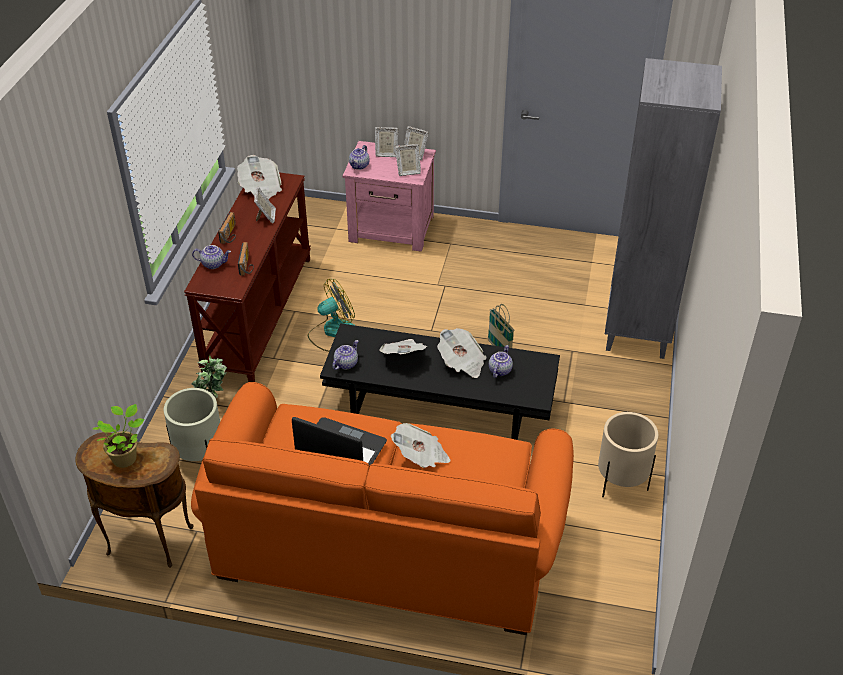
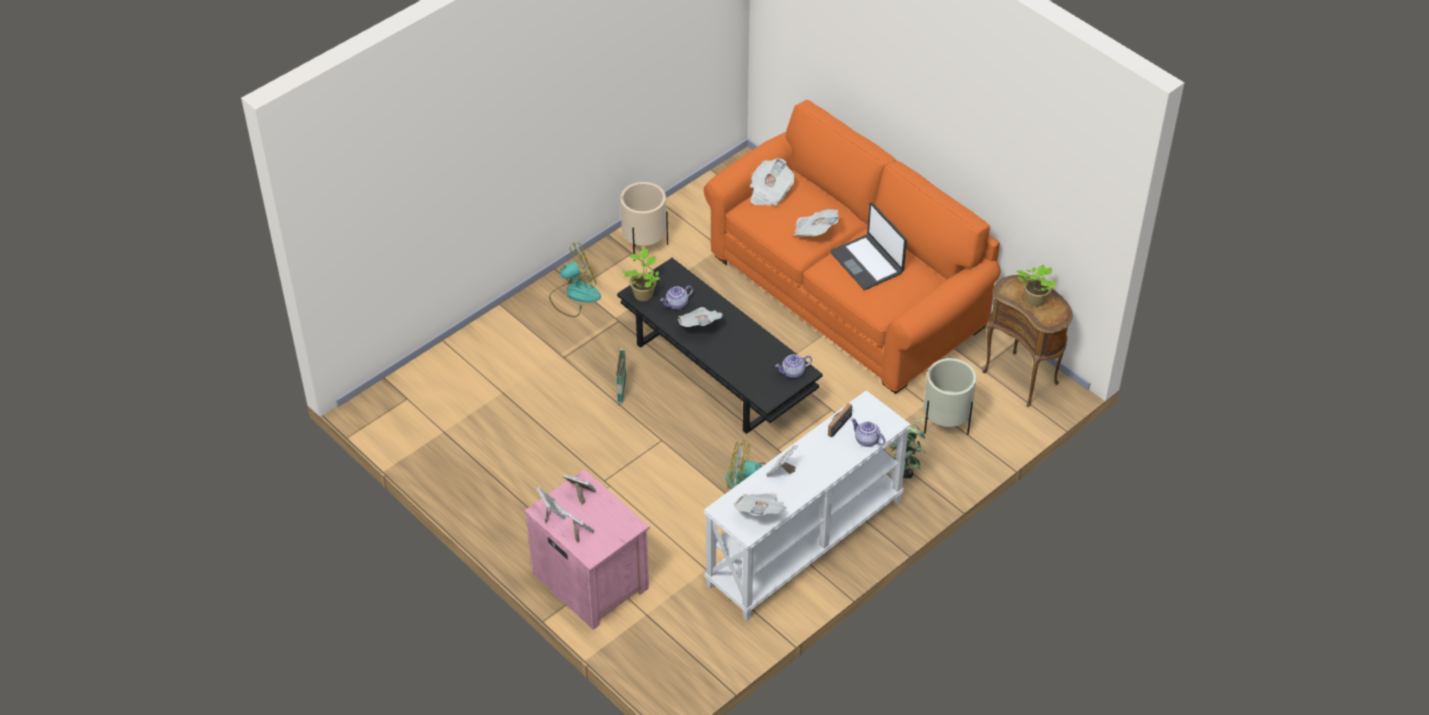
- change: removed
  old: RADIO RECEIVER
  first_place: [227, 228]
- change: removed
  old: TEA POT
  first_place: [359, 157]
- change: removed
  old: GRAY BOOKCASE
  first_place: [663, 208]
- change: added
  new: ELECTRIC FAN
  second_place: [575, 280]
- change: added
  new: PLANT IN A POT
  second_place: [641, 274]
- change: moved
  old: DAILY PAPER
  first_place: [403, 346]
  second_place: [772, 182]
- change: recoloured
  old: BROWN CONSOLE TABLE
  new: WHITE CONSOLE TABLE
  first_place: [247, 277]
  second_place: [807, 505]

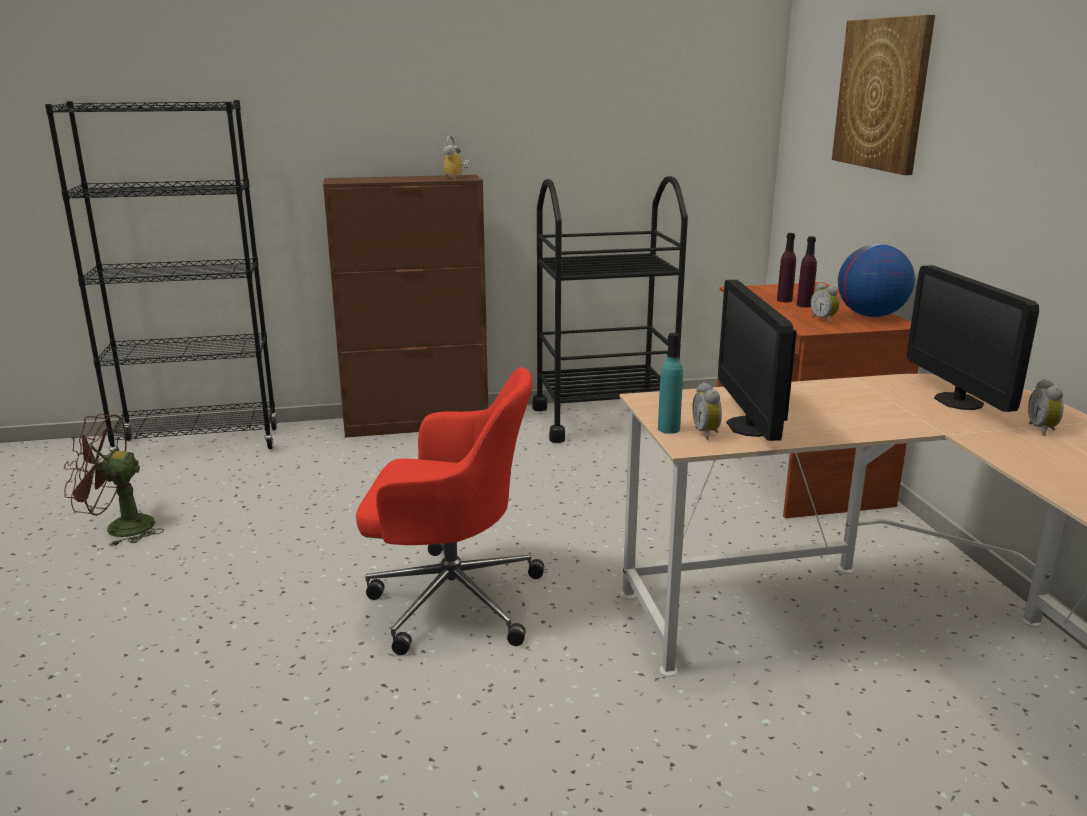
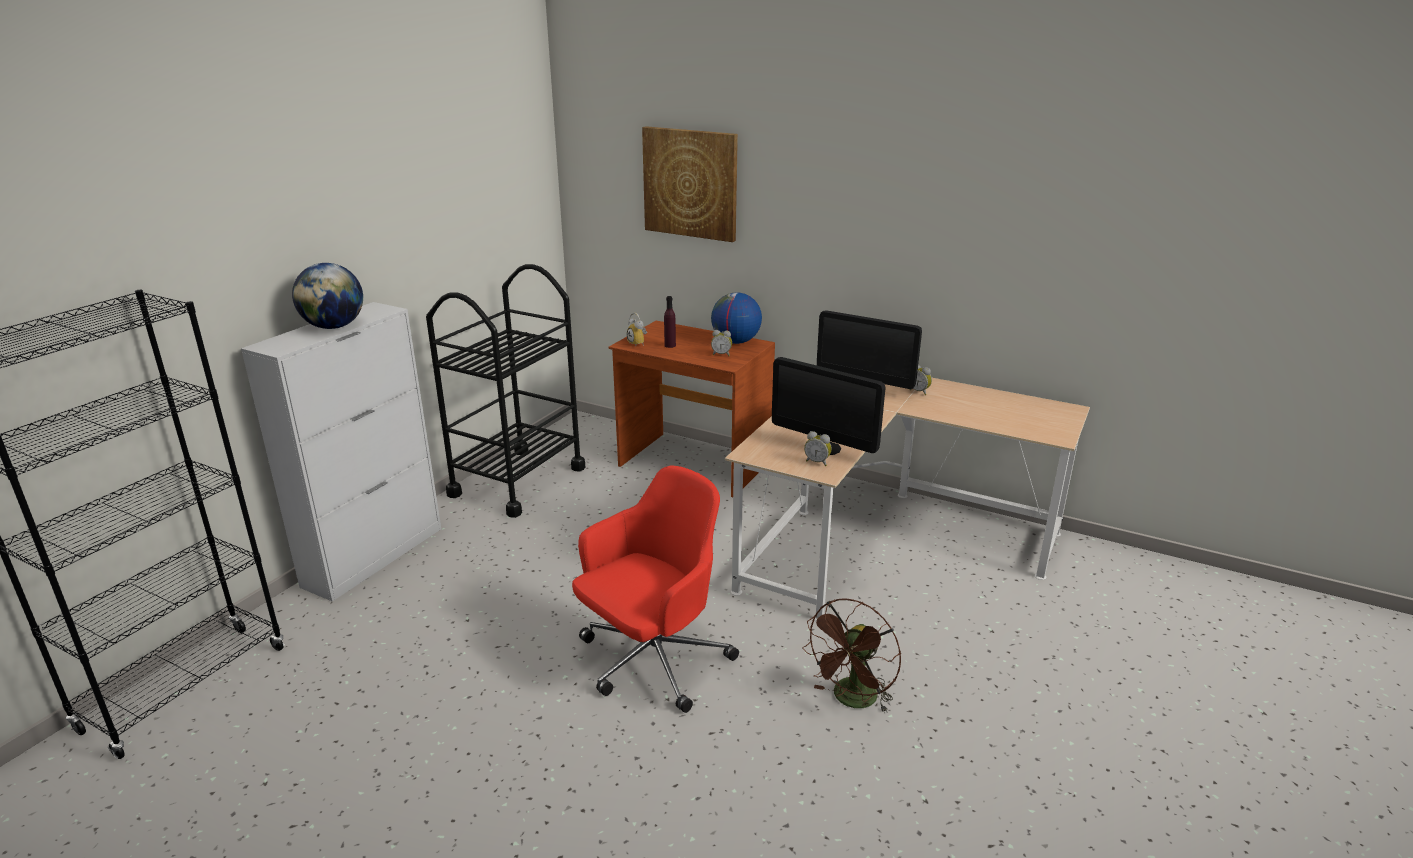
- change: removed
  old: TURQUOISE-COLOURED DRINK BOTTLE
  first_place: [670, 383]
- change: removed
  old: PURPLE DRINK BOTTLE
  first_place: [807, 272]
- change: added
  new: WORLD GLOBE
  second_place: [327, 296]
- change: moved
  old: BROWN ELECTRIC FAN
  first_place: [114, 480]
  second_place: [851, 656]
- change: moved
  old: BEDSIDE CLOCK
  first_place: [456, 158]
  second_place: [637, 329]
- change: recoloured
  old: BROWN CUPBOARD
  new: WHITE CUPBOARD
  first_place: [405, 306]
  second_place: [341, 452]

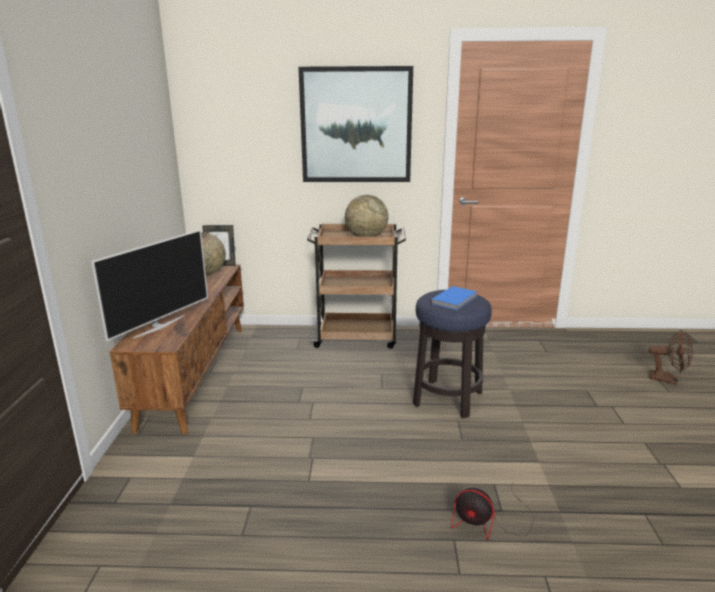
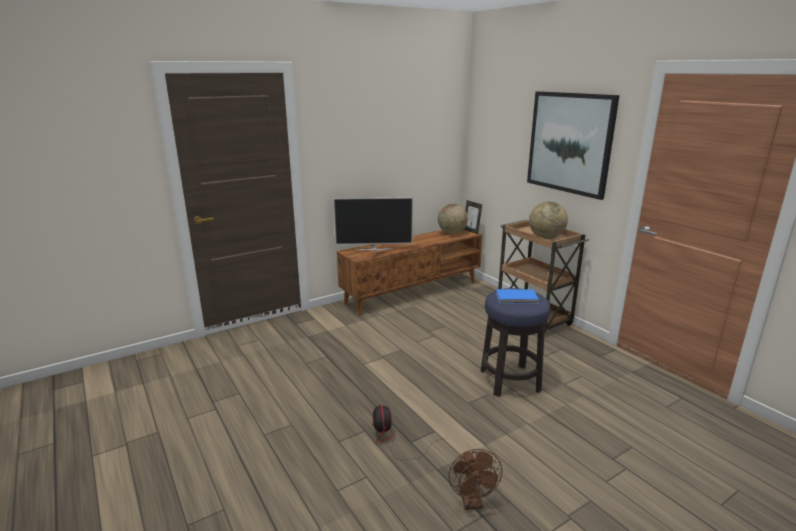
- change: moved
  old: BROWN ELECTRIC FAN
  first_place: [670, 357]
  second_place: [475, 479]

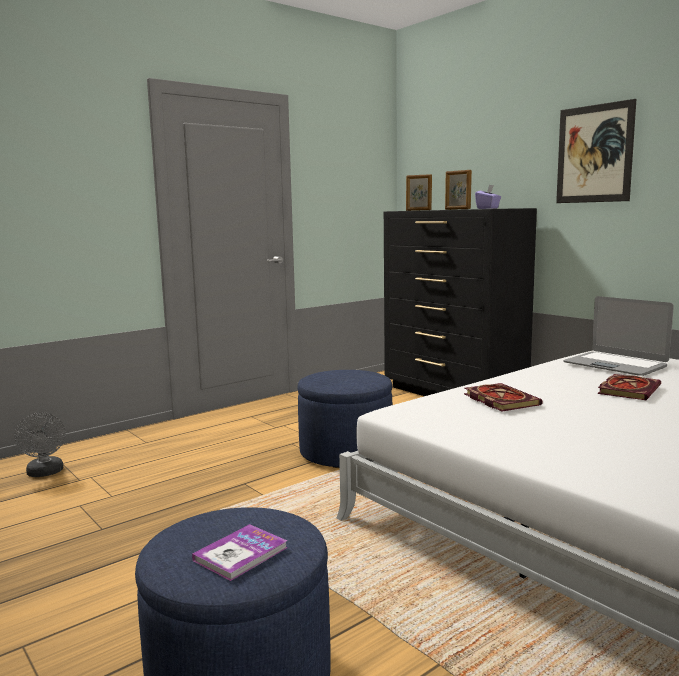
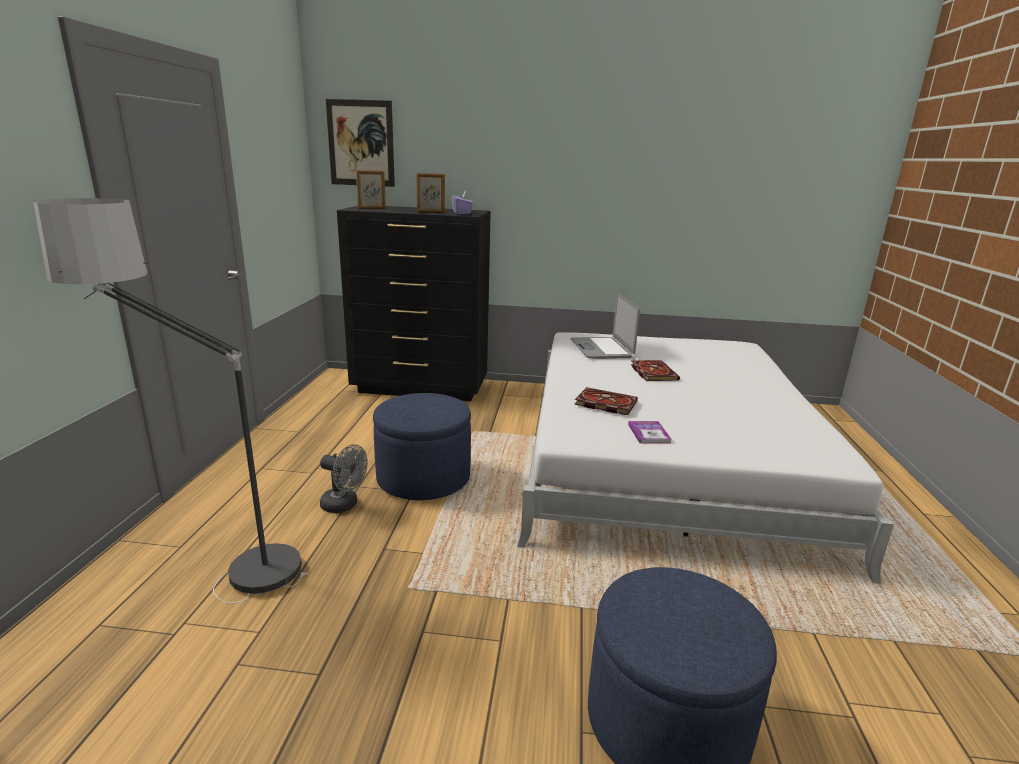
- change: added
  new: STANDARD LAMP
  second_place: [170, 401]
- change: moved
  old: GRAY ELECTRIC FAN
  first_place: [40, 444]
  second_place: [343, 478]
- change: moved
  old: BOUND BOOK
  first_place: [239, 552]
  second_place: [649, 432]
- change: moved
  old: PICTURE
  first_place: [596, 151]
  second_place: [360, 143]
- change: turned
  old: LAPTOP
  first_place: [618, 336]
  second_place: [605, 326]
  degrees: 75

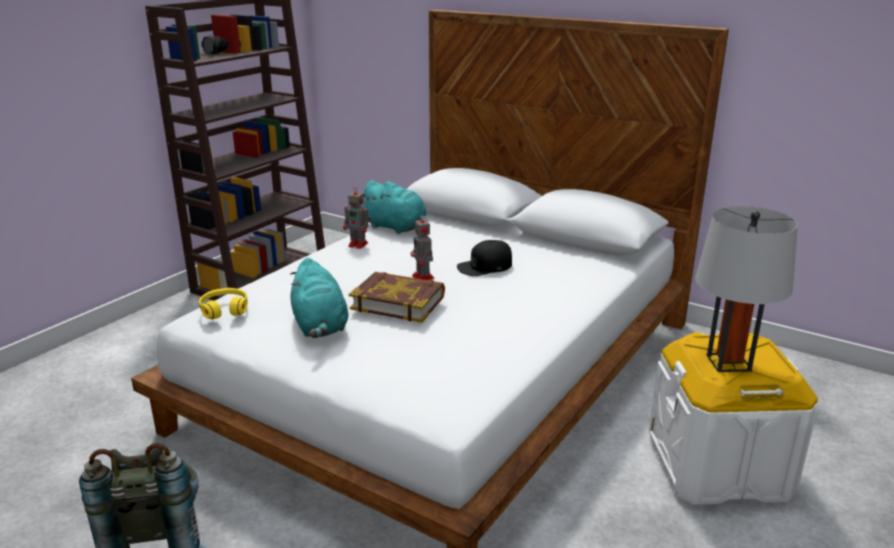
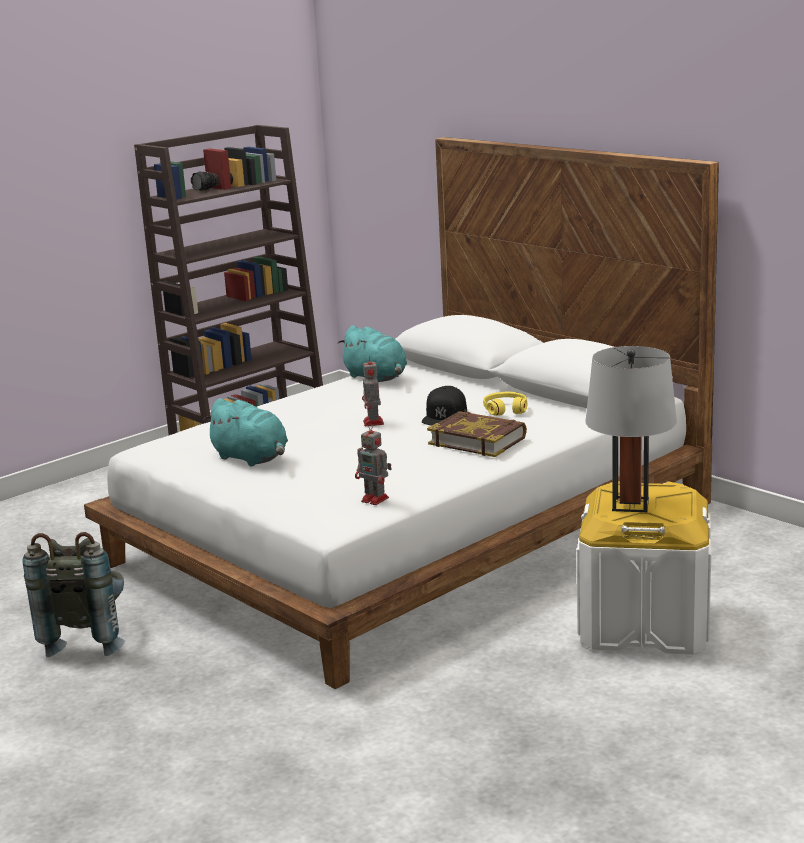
- change: moved
  old: YELLOW HEADPHONES
  first_place: [223, 303]
  second_place: [505, 404]
- change: moved
  old: MODEL ROBOT
  first_place: [357, 218]
  second_place: [373, 464]
- change: moved
  old: BOUND BOOK
  first_place: [397, 297]
  second_place: [477, 434]
- change: turned
  old: TURQUOISE-COLOURED PLUSH TOY
  first_place: [319, 298]
  second_place: [245, 432]
  degrees: -45
- change: turned
  old: BLACK PEAKED CAP
  first_place: [484, 258]
  second_place: [444, 406]
  degrees: -60

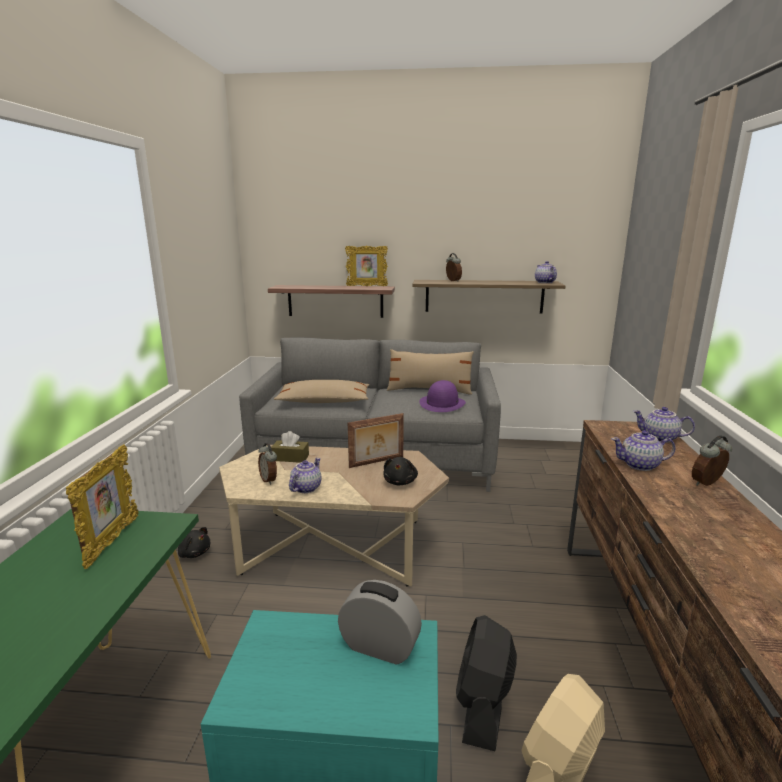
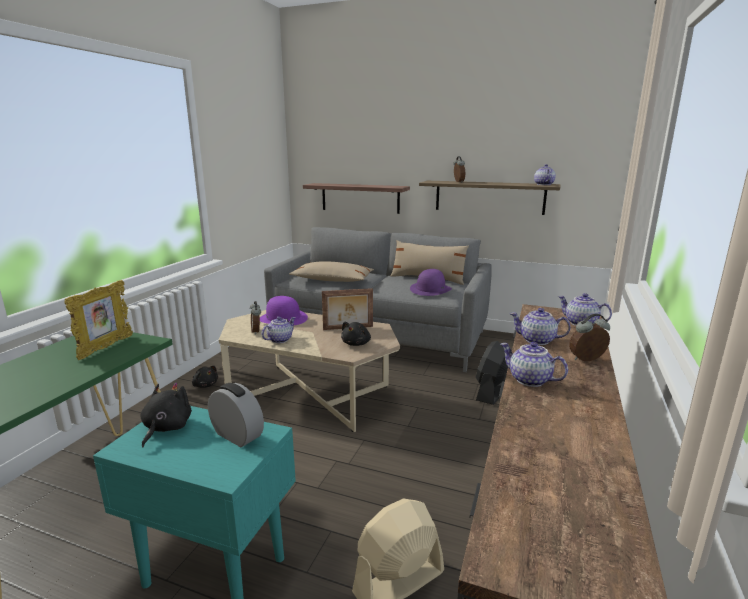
- change: removed
  old: PHOTO FRAME
  first_place: [366, 265]
- change: added
  new: BLACK PLUSH TOY
  second_place: [166, 415]
- change: added
  new: TEA POT
  second_place: [534, 364]
- change: moved
  old: BLACK ELECTRIC FAN
  first_place: [486, 683]
  second_place: [492, 373]
- change: replaced
  old: BROWN TISSUE BOX
  new: PURPLE HAT
  first_place: [290, 447]
  second_place: [284, 310]

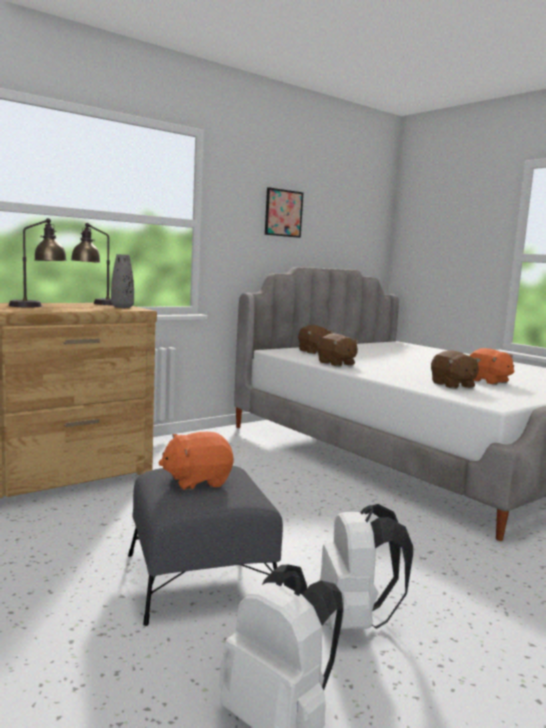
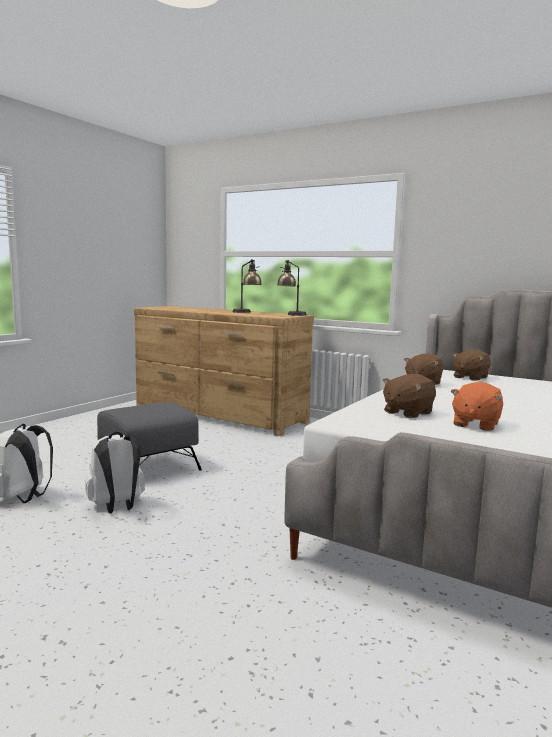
- change: removed
  old: GRAY DECORATIVE VASE
  first_place: [122, 281]
- change: removed
  old: ORANGE PLUSH TOY
  first_place: [196, 461]
- change: removed
  old: PICTURE
  first_place: [284, 212]

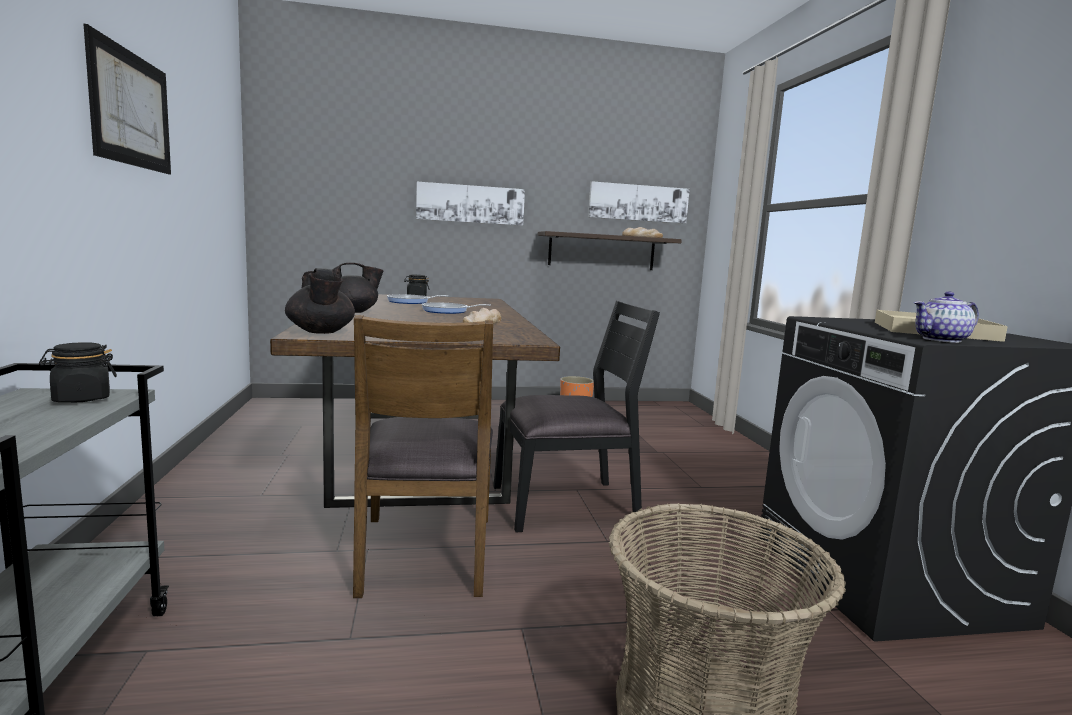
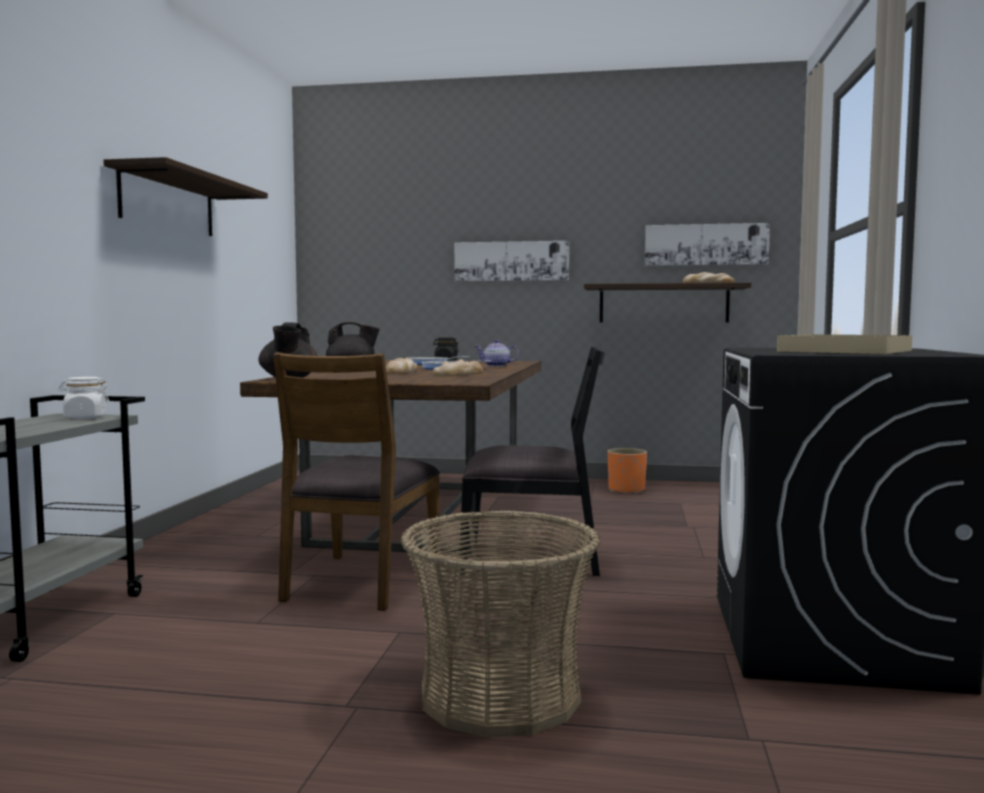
- change: added
  new: BREAD
  second_place: [402, 366]
- change: moved
  old: TEA POT
  first_place: [946, 317]
  second_place: [496, 353]
- change: replaced
  old: PICTURE
  new: BRACKET SHELF
  first_place: [127, 99]
  second_place: [185, 196]
- change: recoloured
  old: BLACK JAR
  new: WHITE JAR
  first_place: [78, 372]
  second_place: [83, 398]

